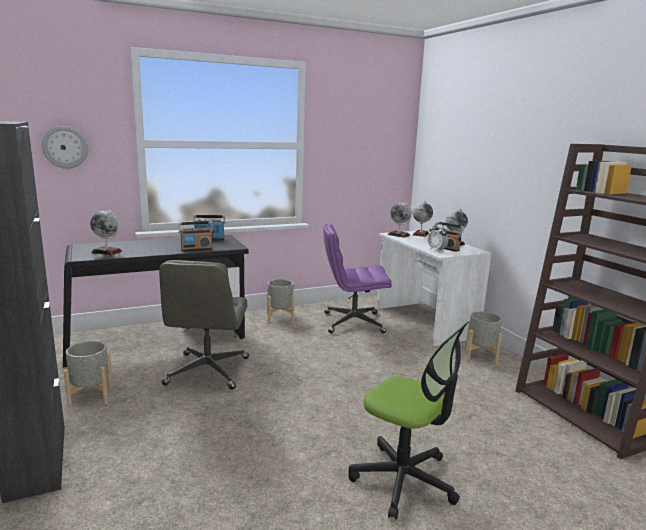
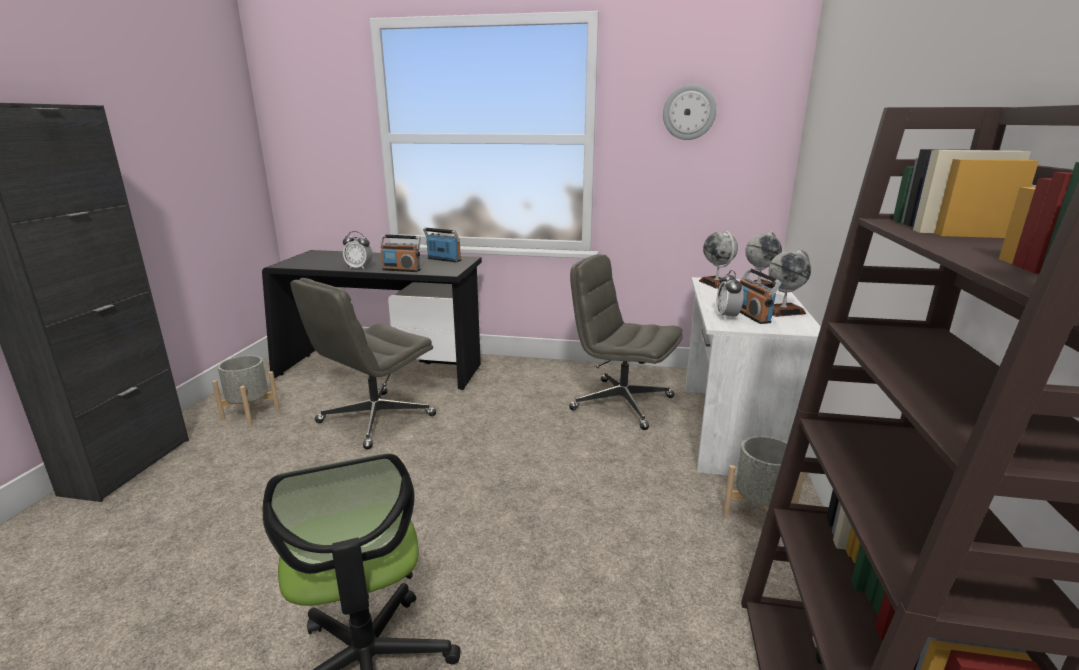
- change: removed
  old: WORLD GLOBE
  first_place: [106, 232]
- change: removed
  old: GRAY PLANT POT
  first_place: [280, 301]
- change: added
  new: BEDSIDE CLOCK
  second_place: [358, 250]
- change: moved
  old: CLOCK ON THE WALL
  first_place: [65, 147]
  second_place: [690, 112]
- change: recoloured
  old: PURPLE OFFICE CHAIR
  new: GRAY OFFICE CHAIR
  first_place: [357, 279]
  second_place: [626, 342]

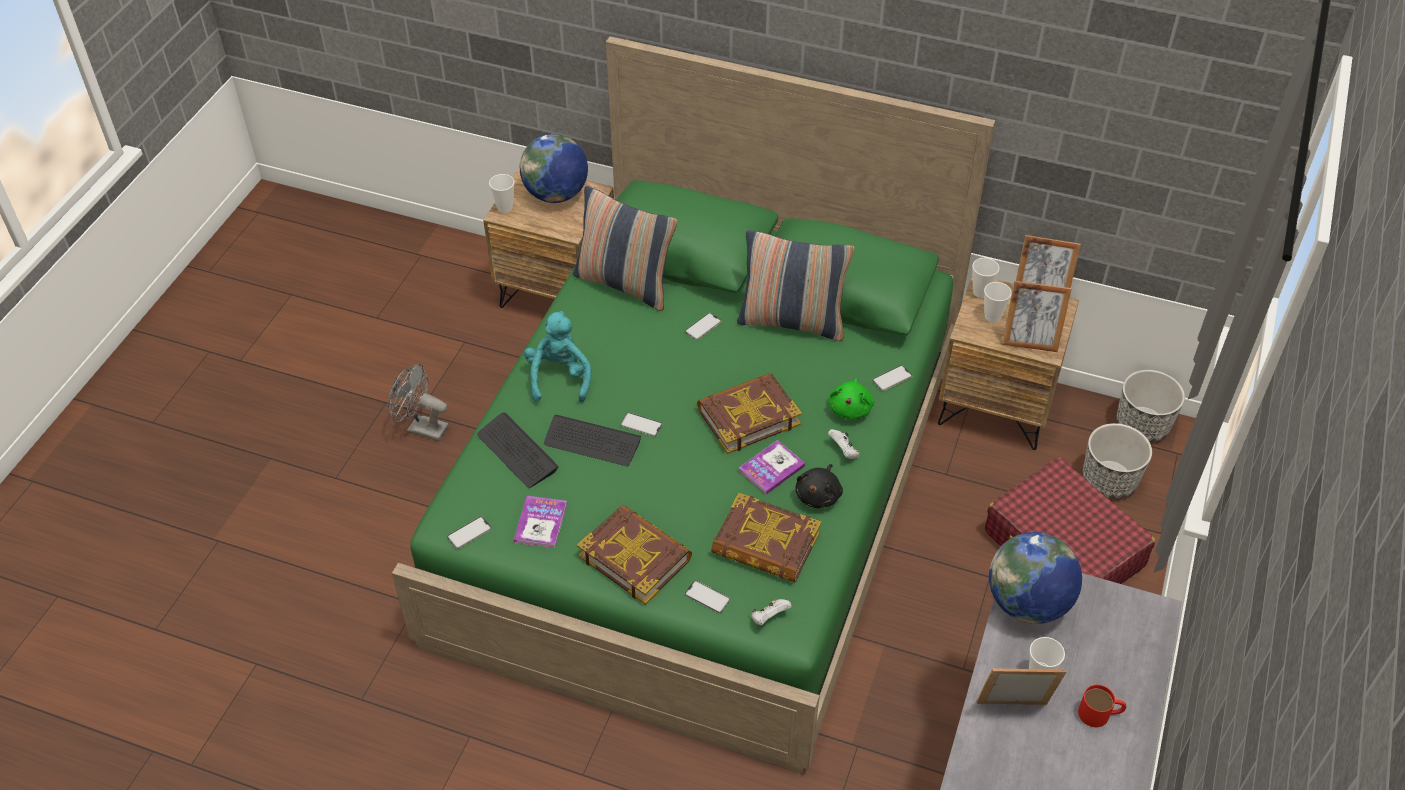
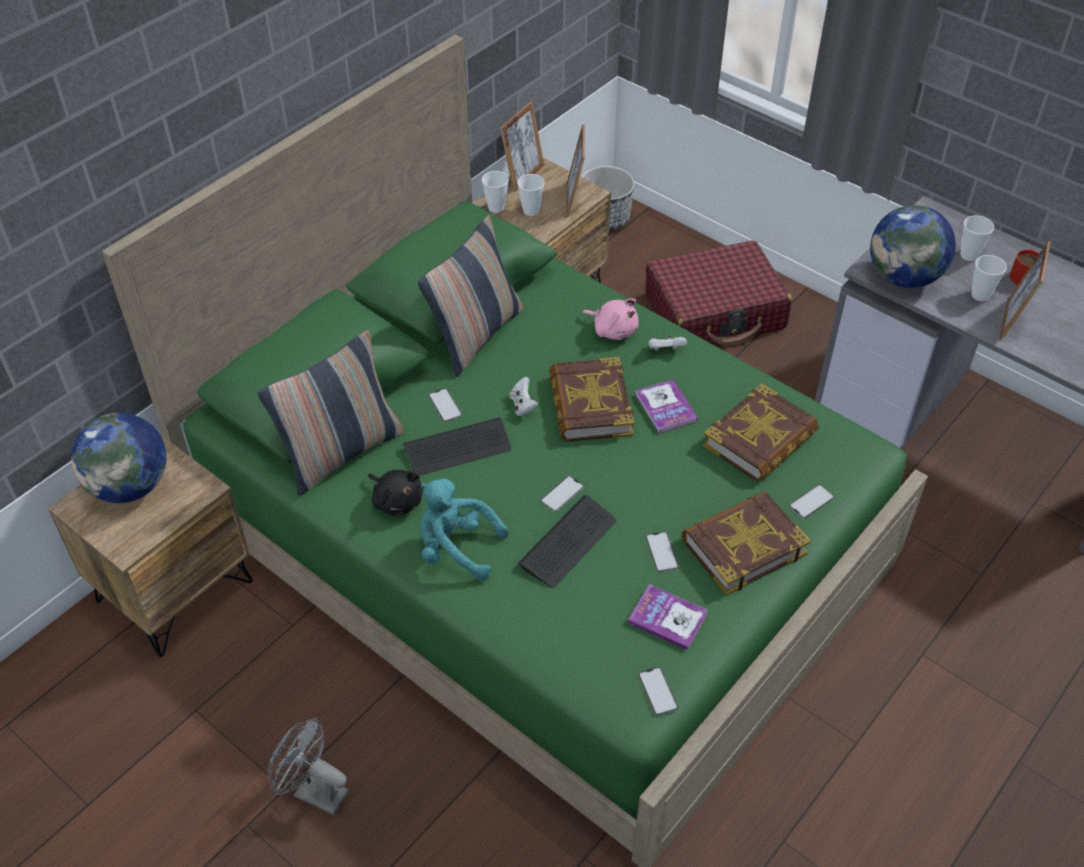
- change: removed
  old: PLANT POT
  first_place: [1117, 460]
- change: moved
  old: COMPUTER KEYBOARD
  first_place: [518, 450]
  second_place: [457, 447]
- change: moved
  old: SMALL CUP
  first_place: [501, 193]
  second_place: [977, 238]
- change: moved
  old: WHITE GAME CONTROLLER
  first_place: [771, 612]
  second_place: [524, 396]
- change: moved
  old: BLACK PLUSH TOY
  first_place: [819, 486]
  second_place: [395, 493]
- change: moved
  old: PHONE
  first_place: [892, 378]
  second_place: [662, 551]
- change: recoloured
  old: GREEN-COLOURED PLUSH TOY
  new: PINK PLUSH TOY
  first_place: [851, 399]
  second_place: [610, 319]
- change: turned
  old: GRAY ELECTRIC FAN
  first_place: [418, 402]
  second_place: [308, 766]
  degrees: 75
- change: turned
  old: PHOTO FRAME
  first_place: [1037, 316]
  second_place: [576, 170]
  degrees: 150

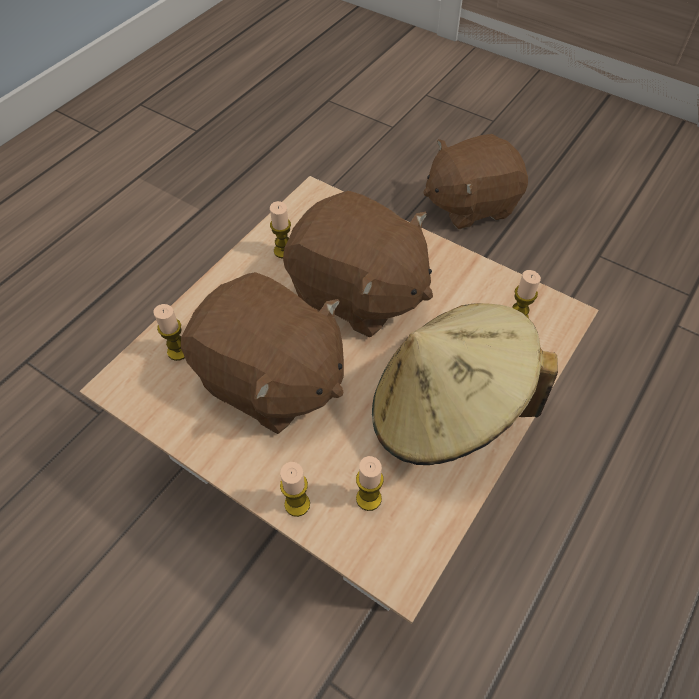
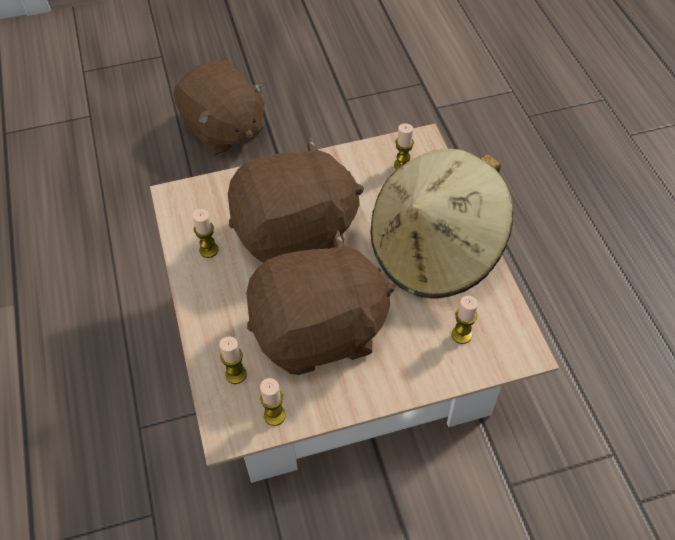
- change: moved
  old: WAX LIGHT
  first_place: [295, 489]
  second_place: [273, 402]
- change: turned
  old: BROWN PLUSH TOY
  first_place: [475, 181]
  second_place: [219, 108]
  degrees: -60

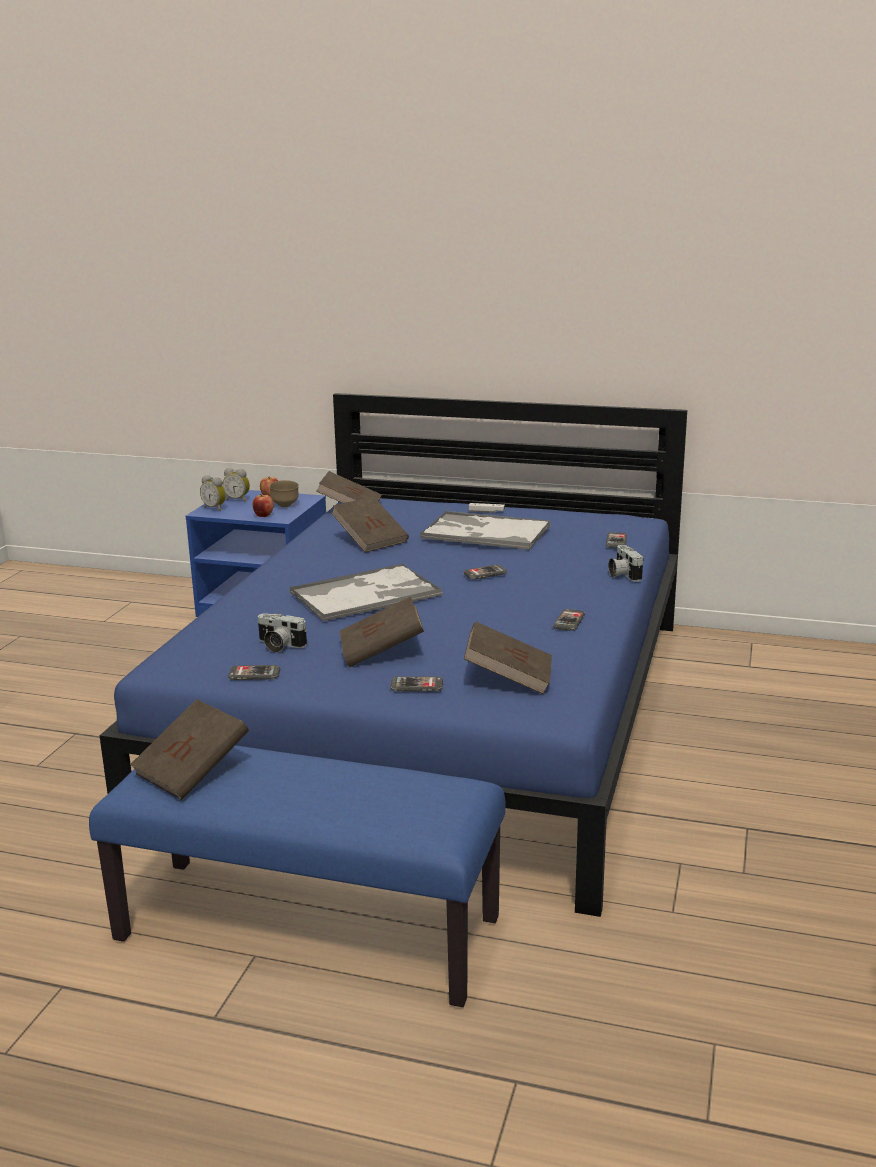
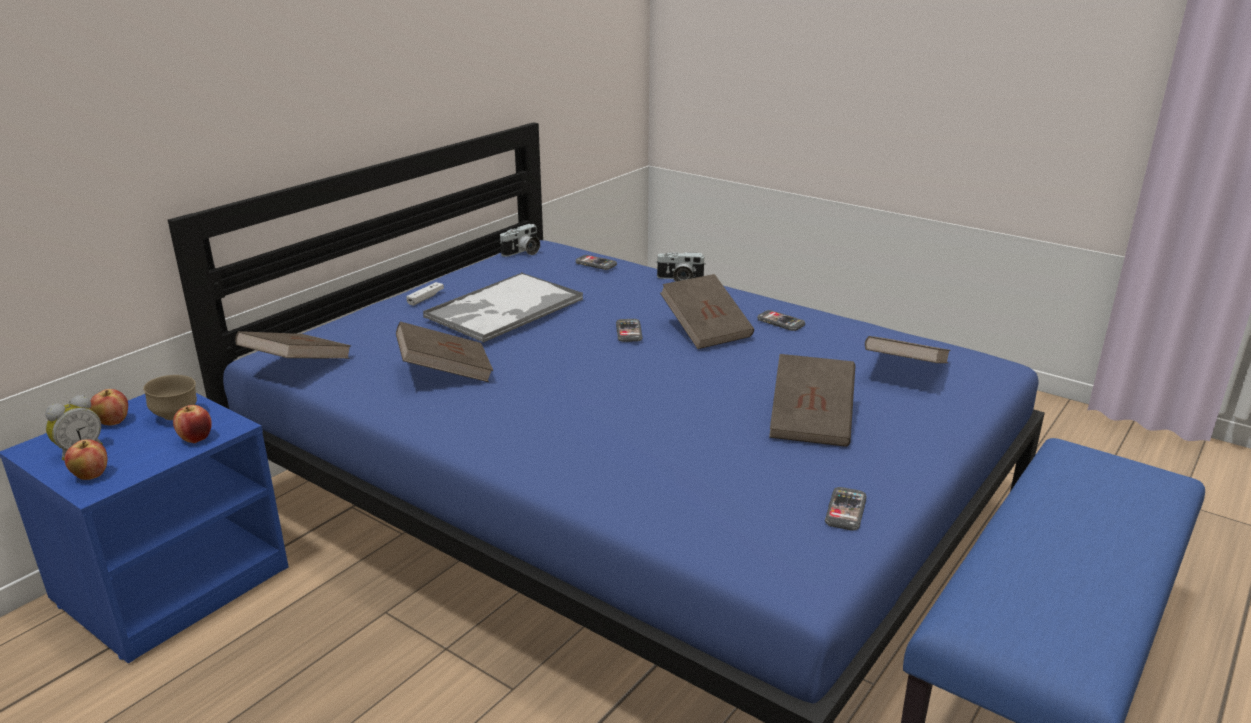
- change: removed
  old: CARRYING TRAY
  first_place: [366, 592]
- change: removed
  old: PHONE
  first_place: [416, 684]
- change: moved
  old: BROWN BOUND BOOK
  first_place: [189, 749]
  second_place: [707, 311]
- change: moved
  old: PHOTO CAMERA
  first_place: [282, 632]
  second_place: [520, 240]
- change: replaced
  old: BEDSIDE CLOCK
  new: APPLE FRUIT
  first_place: [213, 493]
  second_place: [86, 459]

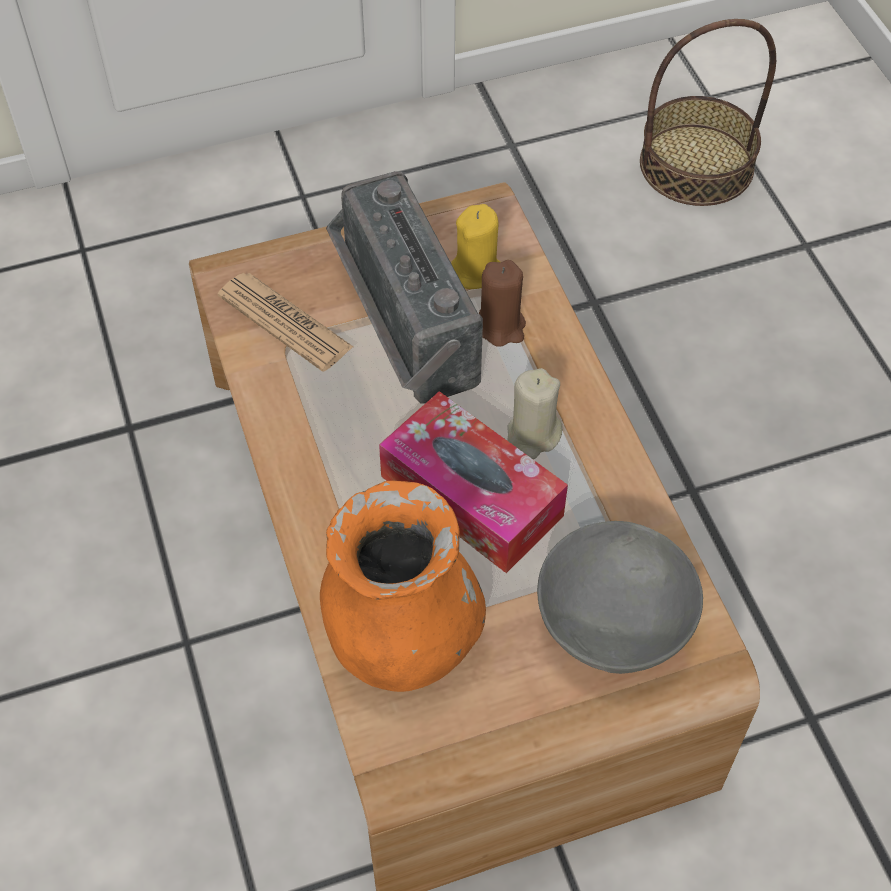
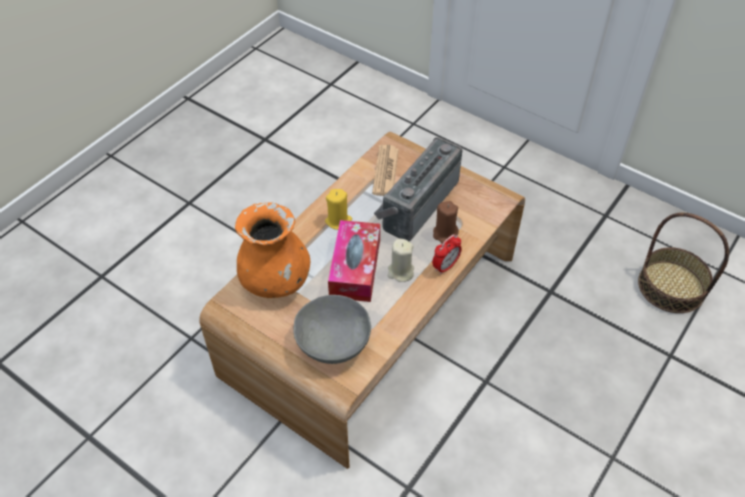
- change: added
  new: BEDSIDE CLOCK
  second_place: [447, 254]
- change: moved
  old: YELLOW WAX LIGHT
  first_place: [475, 246]
  second_place: [338, 209]

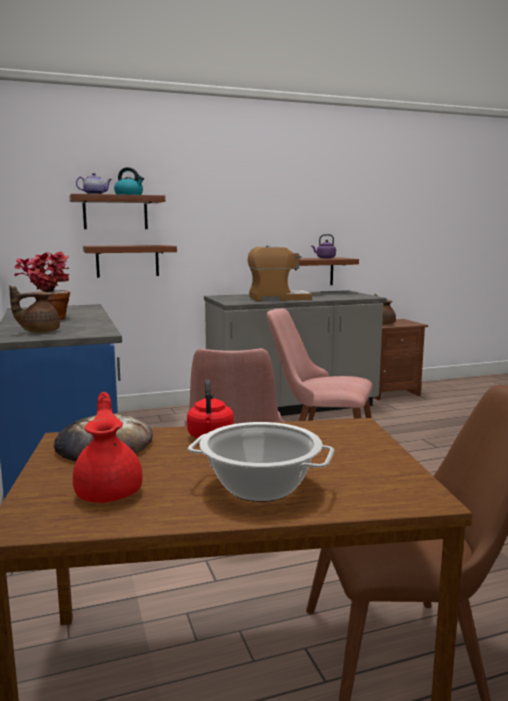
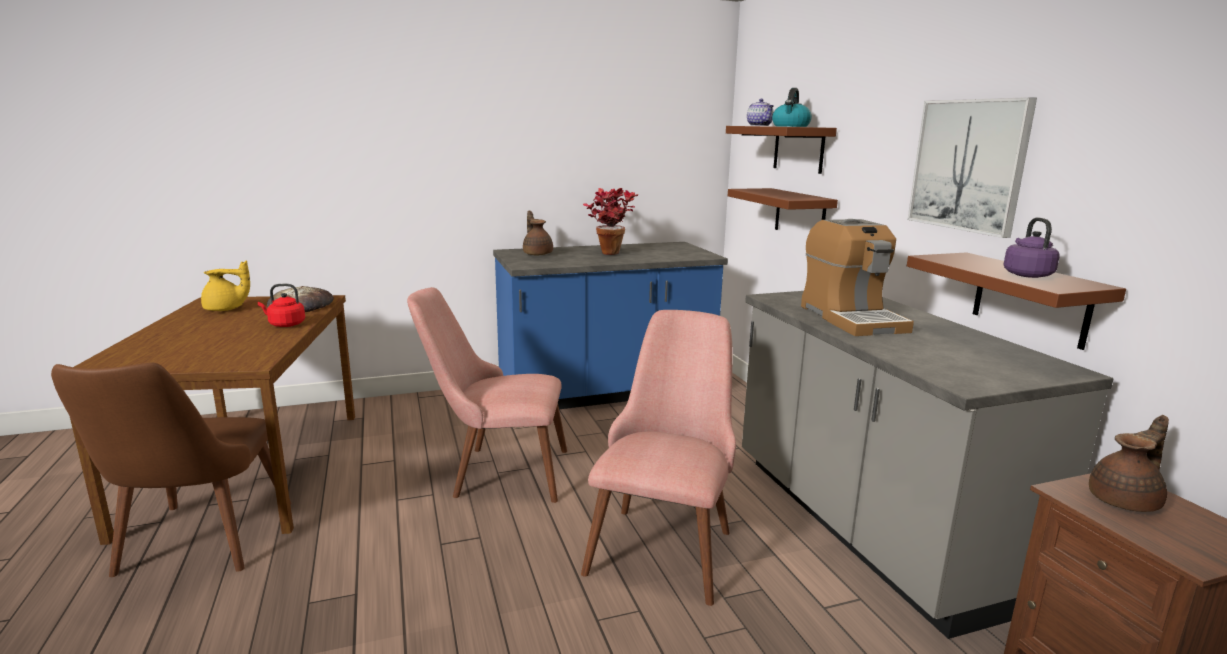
- change: removed
  old: STOCKPOT
  first_place: [261, 462]
- change: added
  new: PICTURE
  second_place: [972, 167]
- change: recoloured
  old: RED TEA POT
  new: YELLOW TEA POT
  first_place: [108, 447]
  second_place: [225, 285]

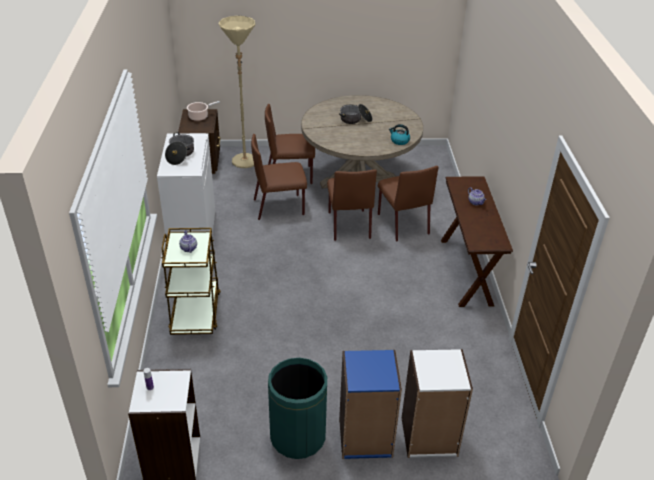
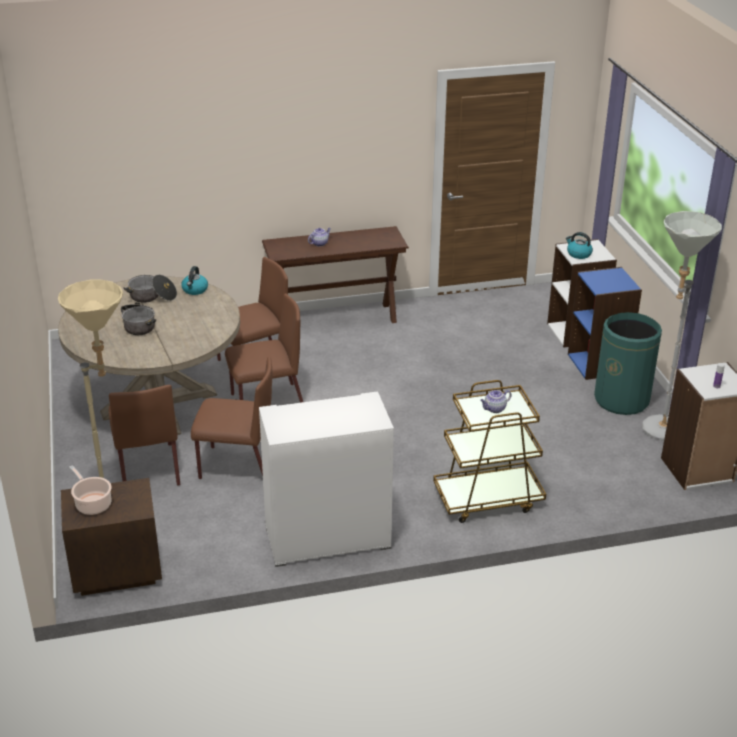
- change: added
  new: TEA KETTLE
  second_place: [579, 245]
- change: added
  new: GRAY STANDARD LAMP
  second_place: [682, 326]
- change: moved
  old: STOCKPOT
  first_place: [179, 148]
  second_place: [150, 289]
- change: turned
  old: BROWN PLAIN CHAIR
  first_place: [279, 177]
  second_place: [231, 417]
  degrees: -60

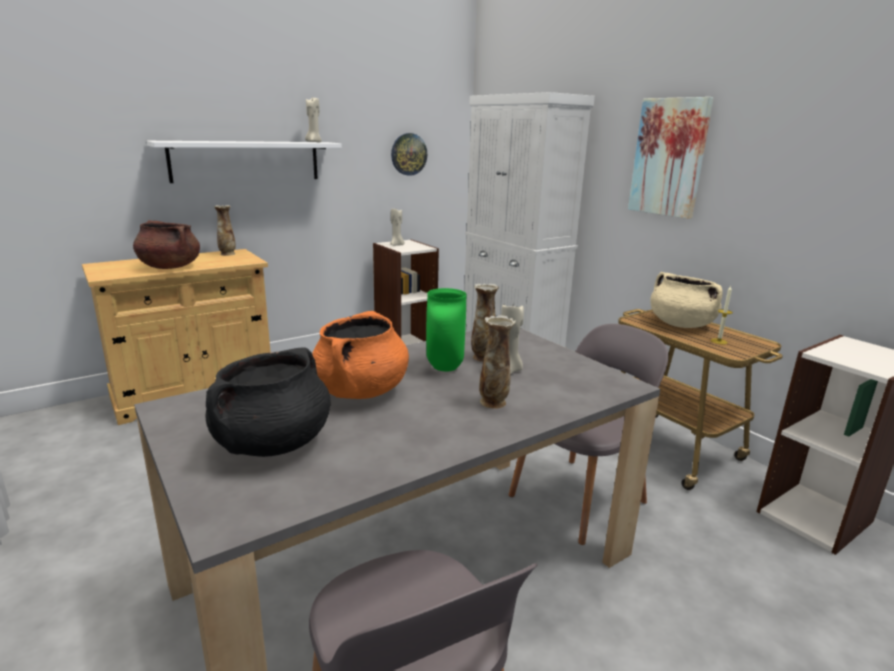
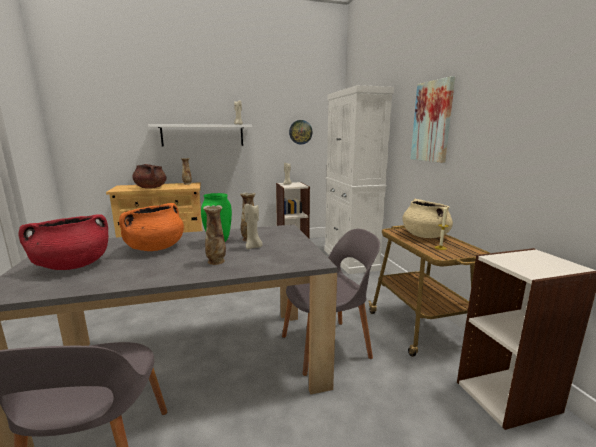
- change: recoloured
  old: BLACK STOCKPOT
  new: RED STOCKPOT
  first_place: [268, 402]
  second_place: [63, 242]

